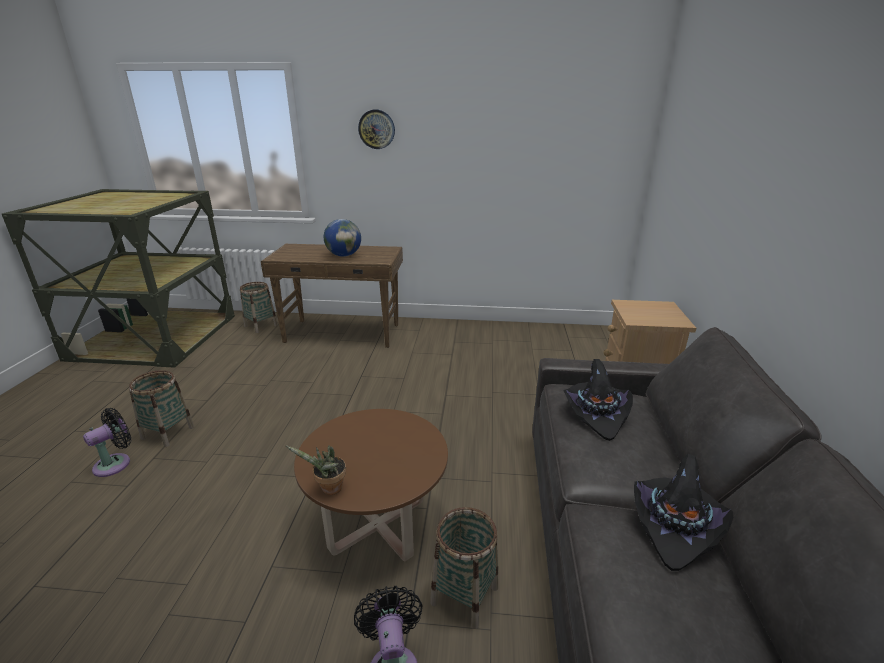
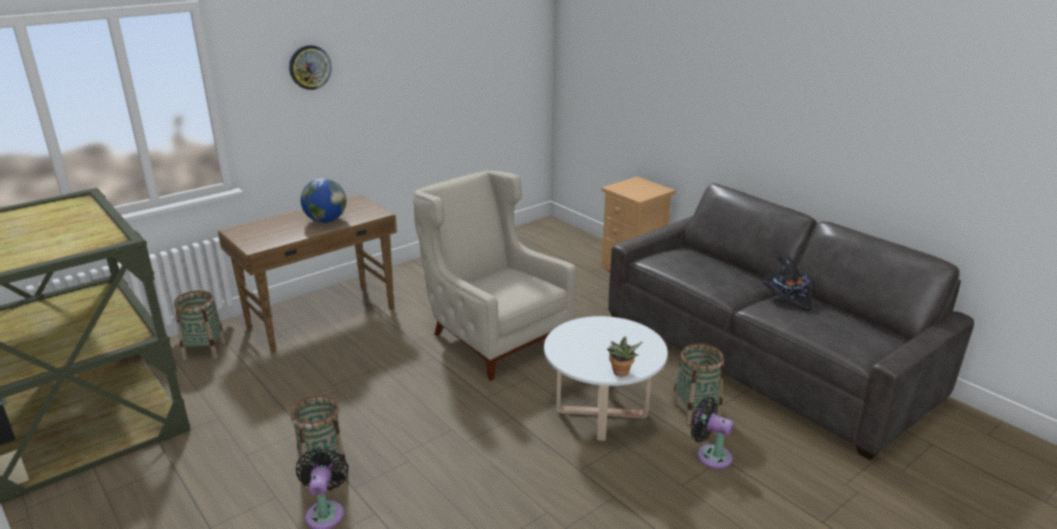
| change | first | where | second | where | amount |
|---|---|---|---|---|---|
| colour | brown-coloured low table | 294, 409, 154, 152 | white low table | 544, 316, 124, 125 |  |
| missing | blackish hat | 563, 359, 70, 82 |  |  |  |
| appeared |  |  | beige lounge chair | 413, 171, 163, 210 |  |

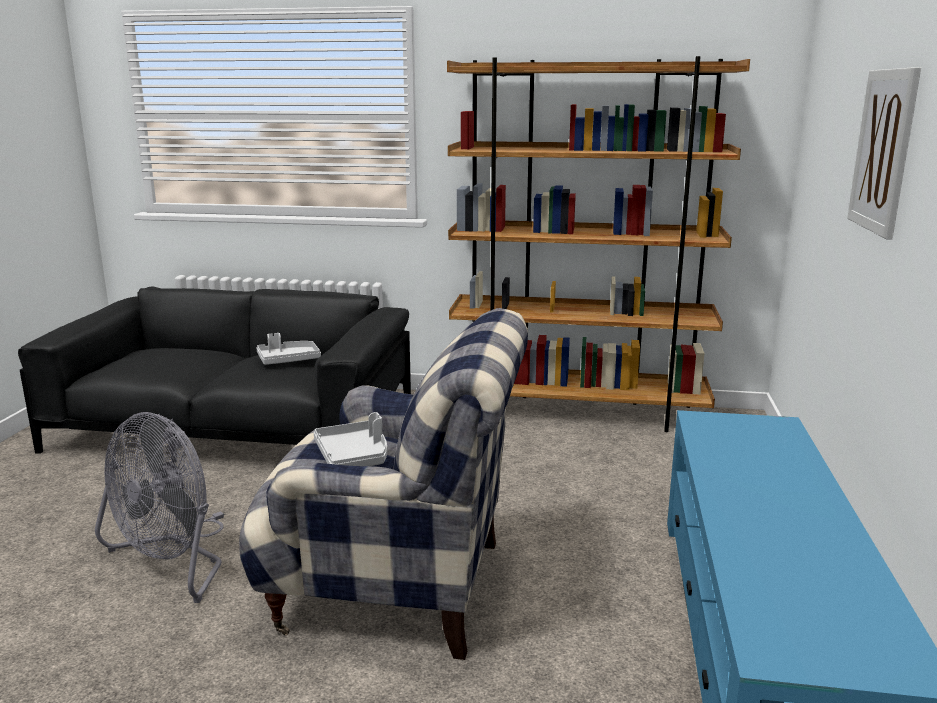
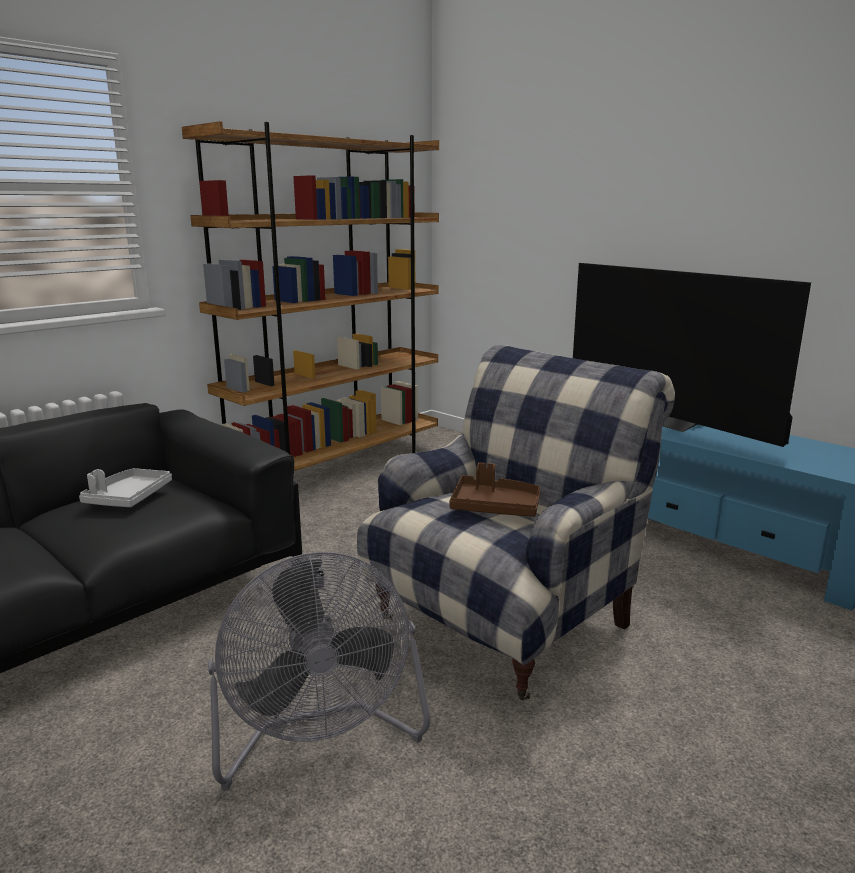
| change | first | where | second | where | amount |
|---|---|---|---|---|---|
| colour | greyish tray | 313, 412, 74, 54 | brown-coloured tray | 449, 463, 92, 54 |  |
| missing | picture | 847, 67, 74, 173 |  |  |  |
| appeared |  |  | television | 573, 263, 238, 184 |  |

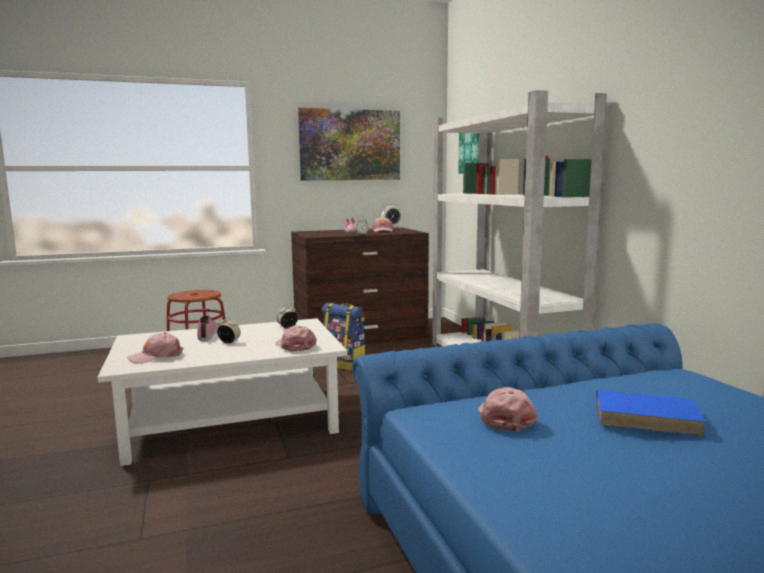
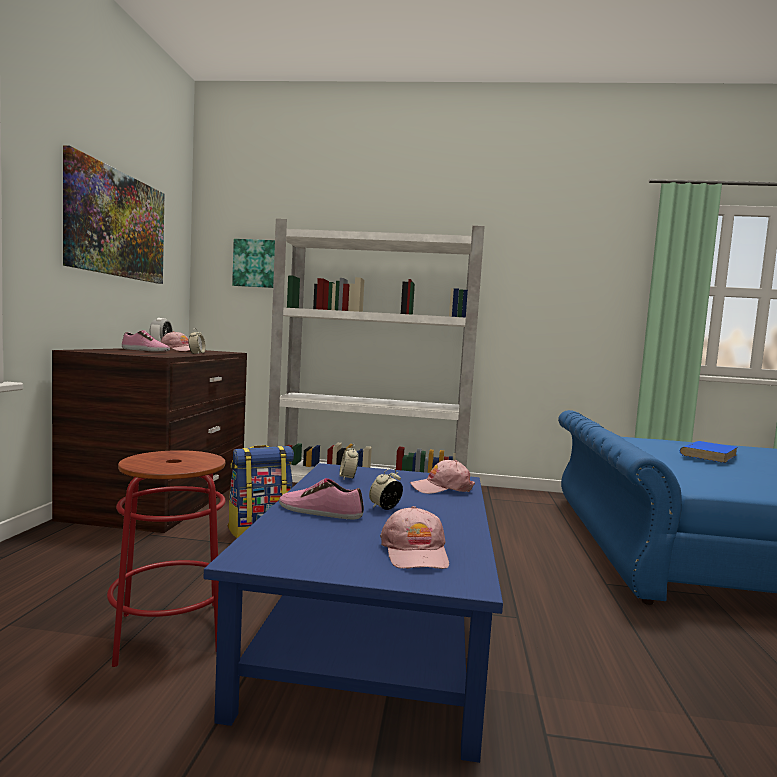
| change | first | where | second | where | amount |
|---|---|---|---|---|---|
| colour | white low table | 98, 318, 250, 148 | blue-coloured low table | 204, 463, 299, 300 |  |
| missing | pink-coloured cap | 478, 387, 60, 45 |  |  |  |

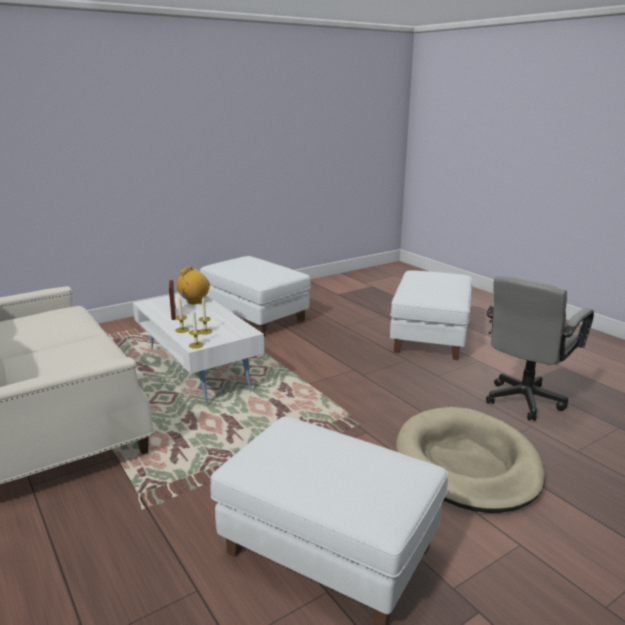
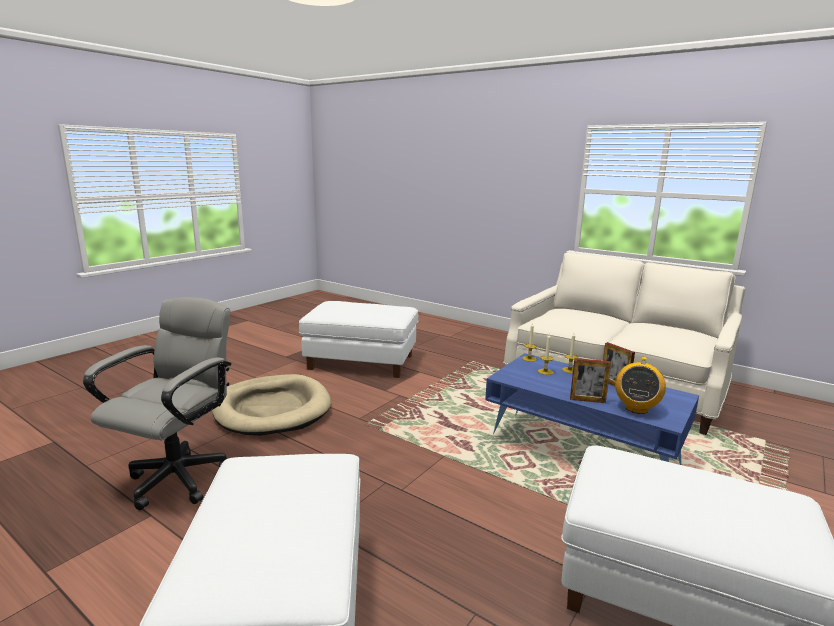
| change | first | where | second | where | amount |
|---|---|---|---|---|---|
| colour | white low table | 133, 294, 131, 112 | blue-coloured low table | 485, 353, 214, 112 |  |
| appeared |  |  | standing frame | 570, 358, 41, 45 |  |

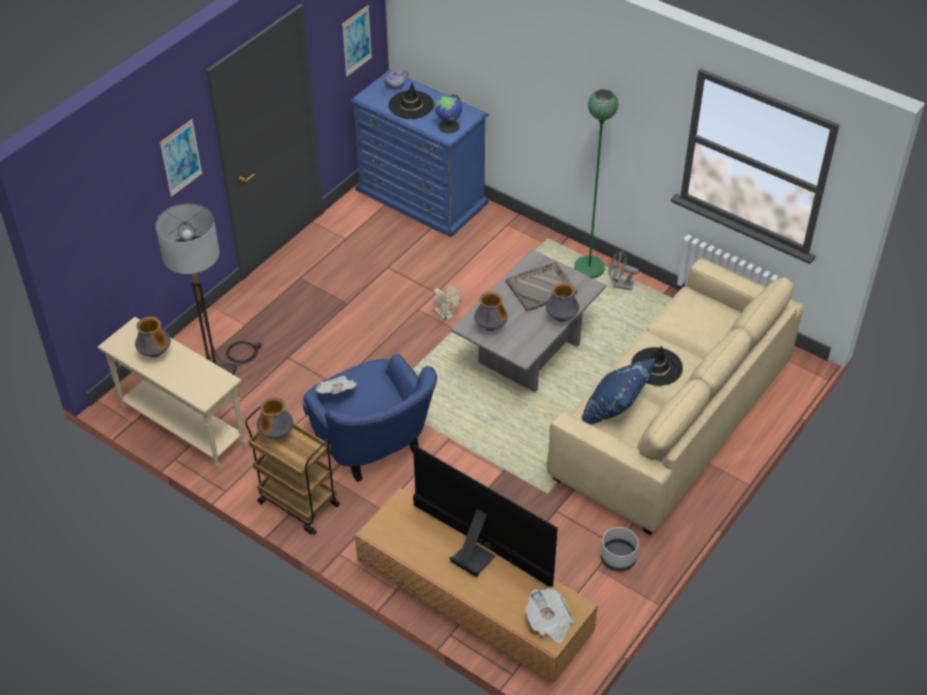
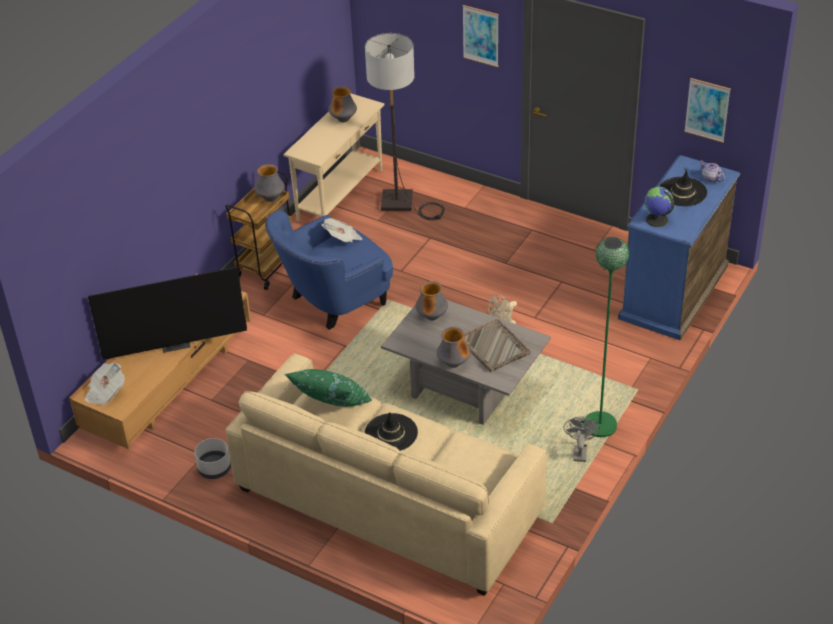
| change | first | where | second | where | amount |
|---|---|---|---|---|---|
| spun | television | 413, 445, 145, 142 |  | 88, 267, 159, 93 | 45 degrees clockwise |
| colour | blue-coloured pillow | 582, 358, 74, 67 | greenish pillow | 284, 369, 88, 38 |  |

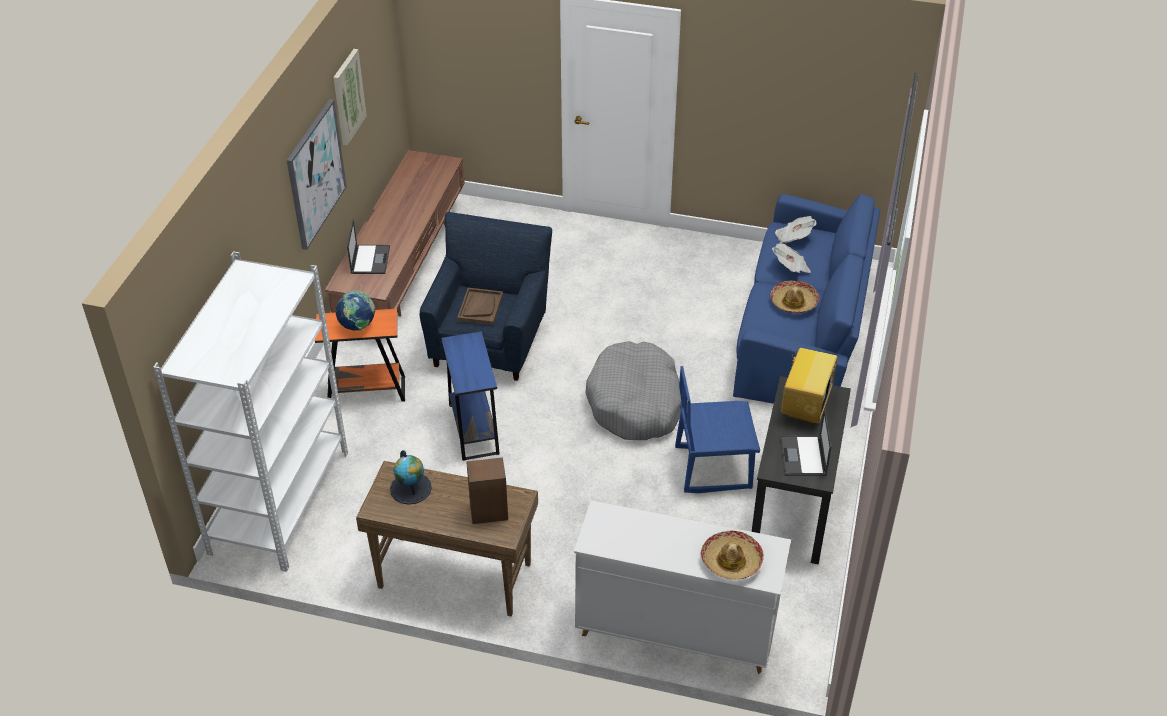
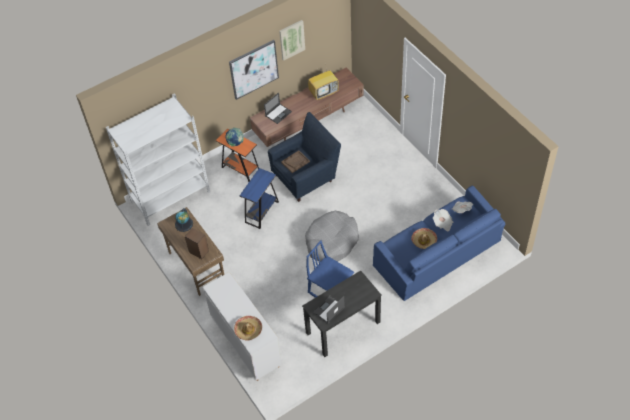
| change | first | where | second | where | amount |
|---|---|---|---|---|---|
| relocated | television | 781, 331, 57, 93 |  | 308, 69, 31, 31 |  |

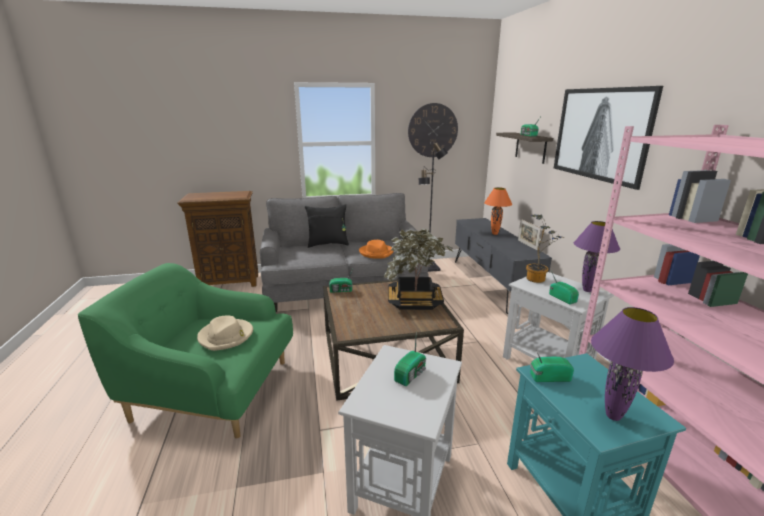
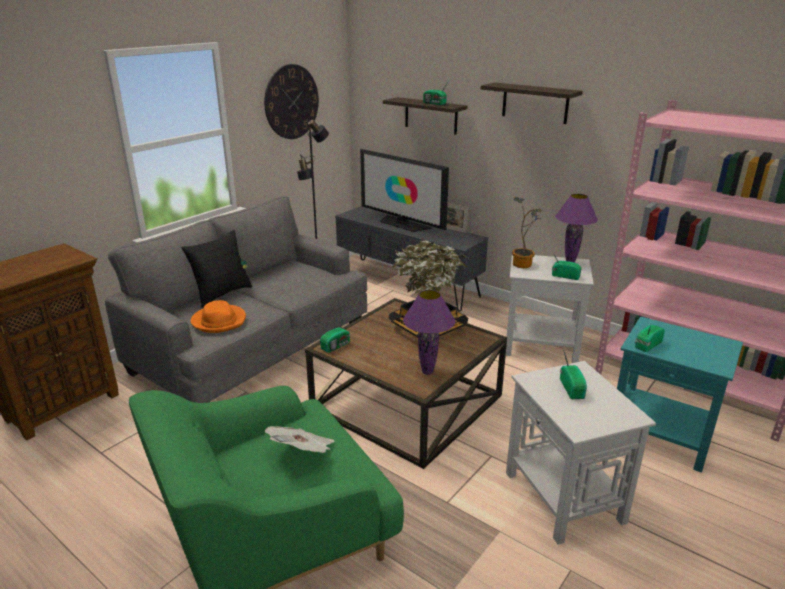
| change | first | where | second | where | amount |
|---|---|---|---|---|---|
| exchanged | beige hat | 197, 316, 56, 35 | printed paper | 265, 426, 69, 27 |  |
| relocated | orange-coloured hat | 359, 240, 35, 19 |  | 191, 300, 55, 33 |  |
| exchanged | orange-coloured tabletop lamp | 484, 187, 28, 48 | television | 360, 149, 89, 83 |  |
| exchanged | picture | 554, 86, 109, 104 | bracket shelf | 481, 83, 102, 41 |  |
| relocated | purplish tabletop lamp | 591, 307, 83, 114 |  | 403, 290, 52, 85 |  |

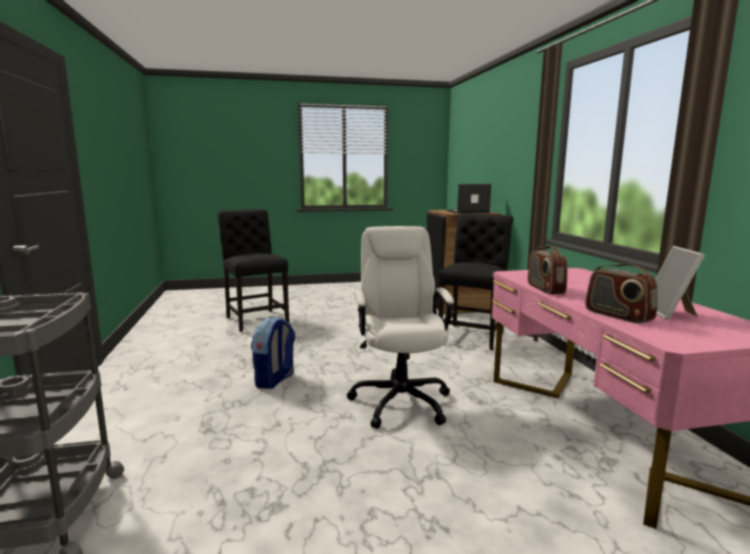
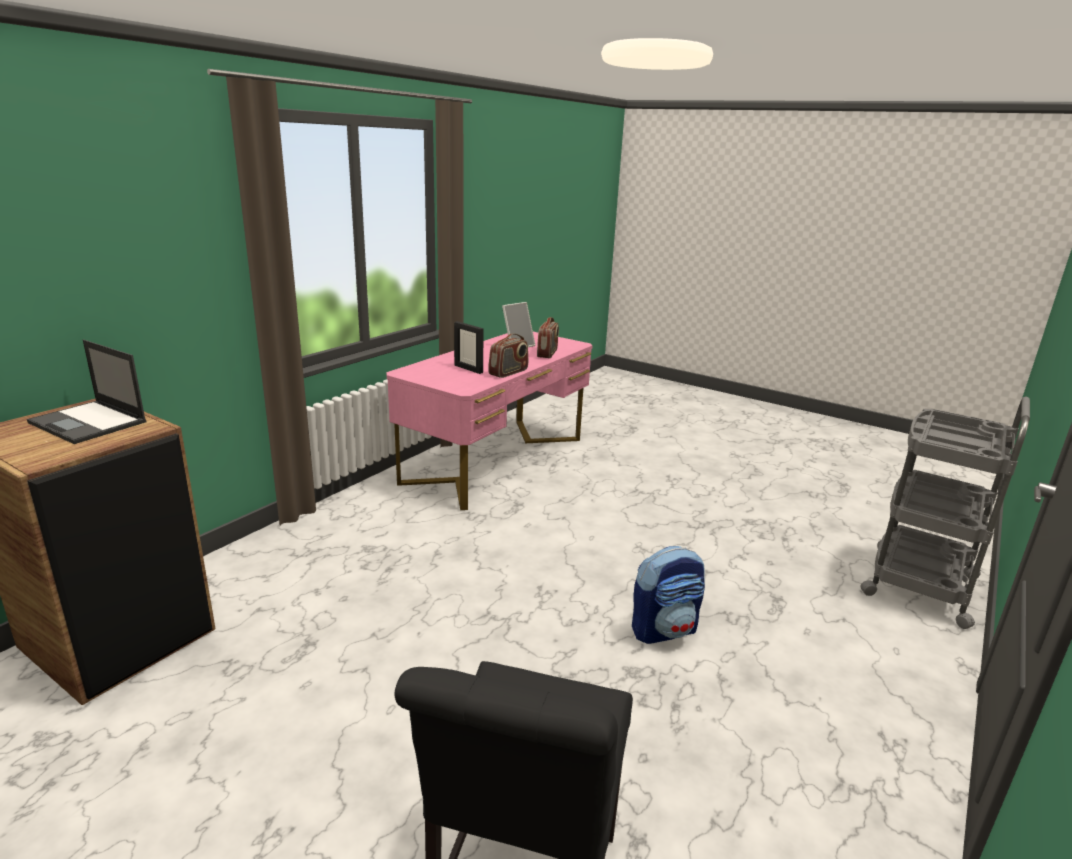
| change | first | where | second | where | amount |
|---|---|---|---|---|---|
| missing | white office chair | 347, 226, 107, 203 |  |  |  |
| missing | blackish upright chair | 438, 213, 75, 138 |  |  |  |
| appeared |  |  | standing frame | 454, 321, 30, 53 |  |

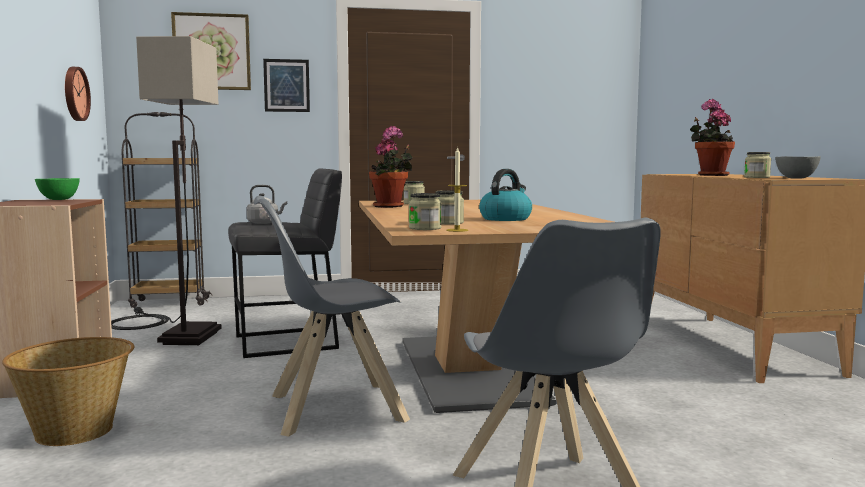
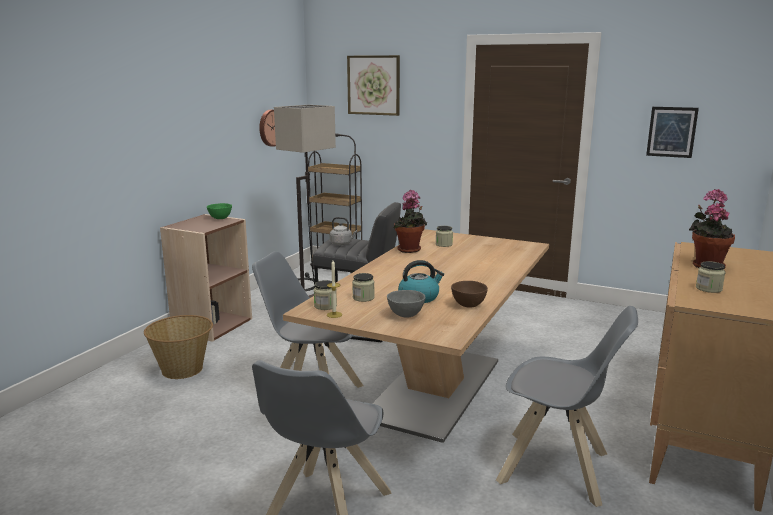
| change | first | where | second | where | amount |
|---|---|---|---|---|---|
| relocated | picture | 263, 59, 47, 53 |  | 646, 107, 53, 51 |  |
| relocated | greyish bowl | 775, 156, 46, 23 |  | 387, 290, 38, 28 |  |
| appeared |  |  | brown-coloured bowl | 451, 281, 37, 27 |  |
| appeared |  |  | greyish upright chair | 496, 306, 142, 201 |  |

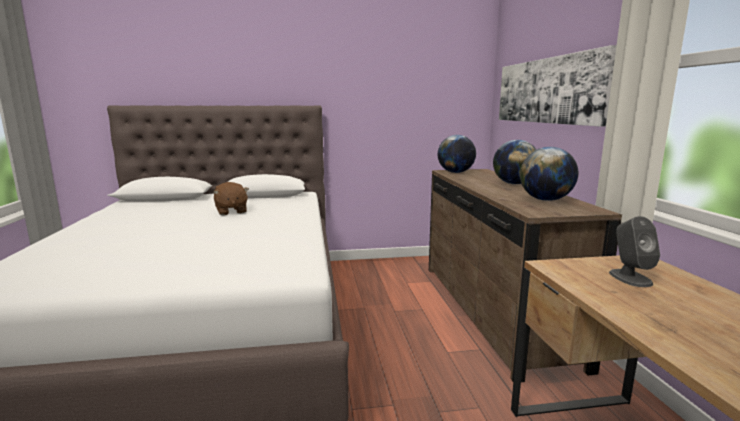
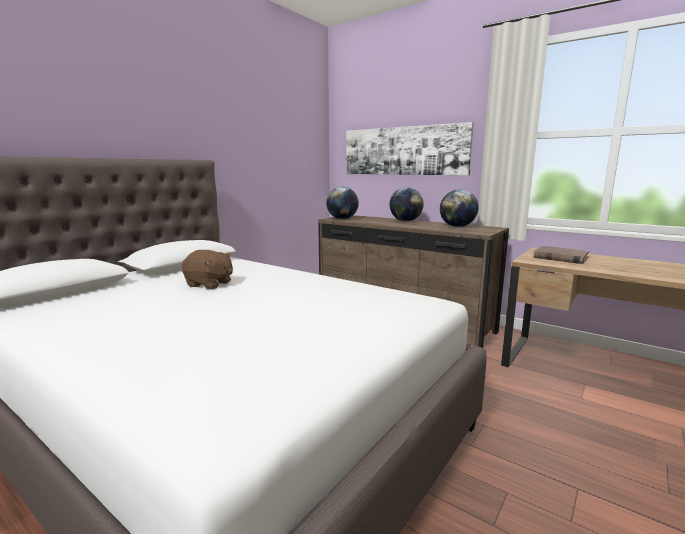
| change | first | where | second | where | amount |
|---|---|---|---|---|---|
| exchanged | greyish speaker | 609, 216, 51, 71 | brown-coloured bound book | 534, 246, 55, 18 |  |

